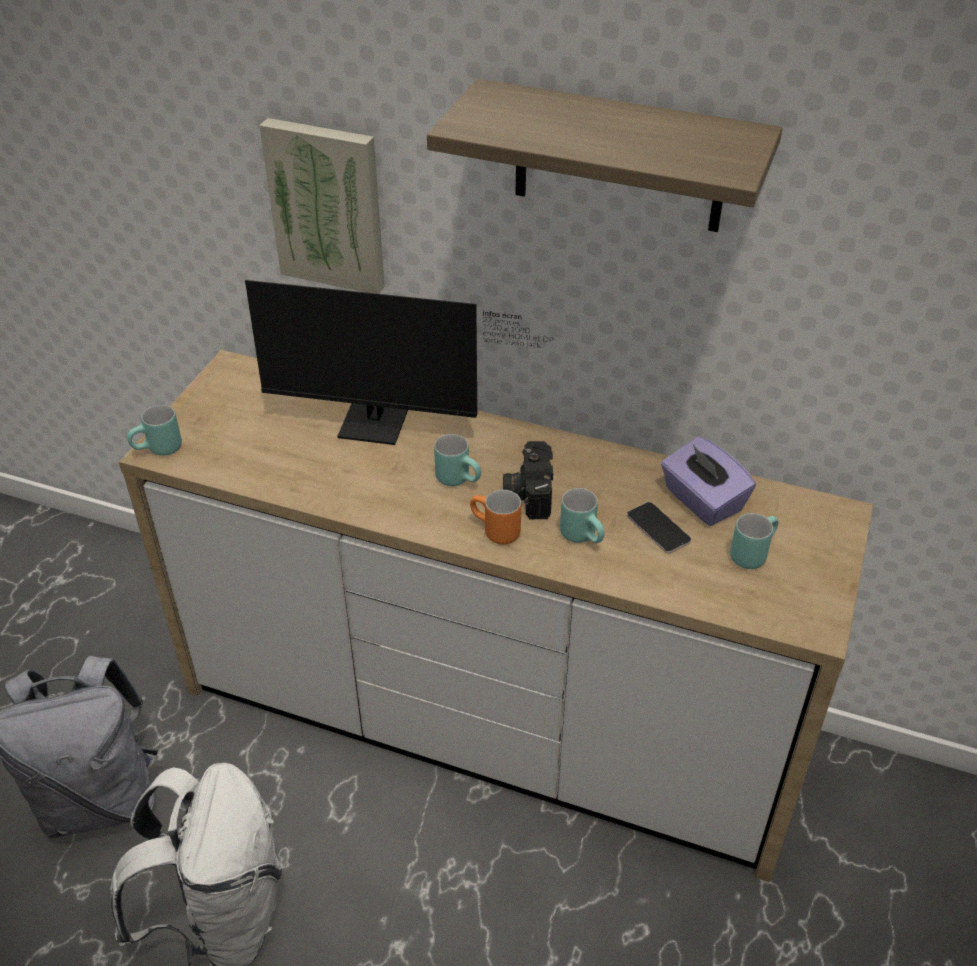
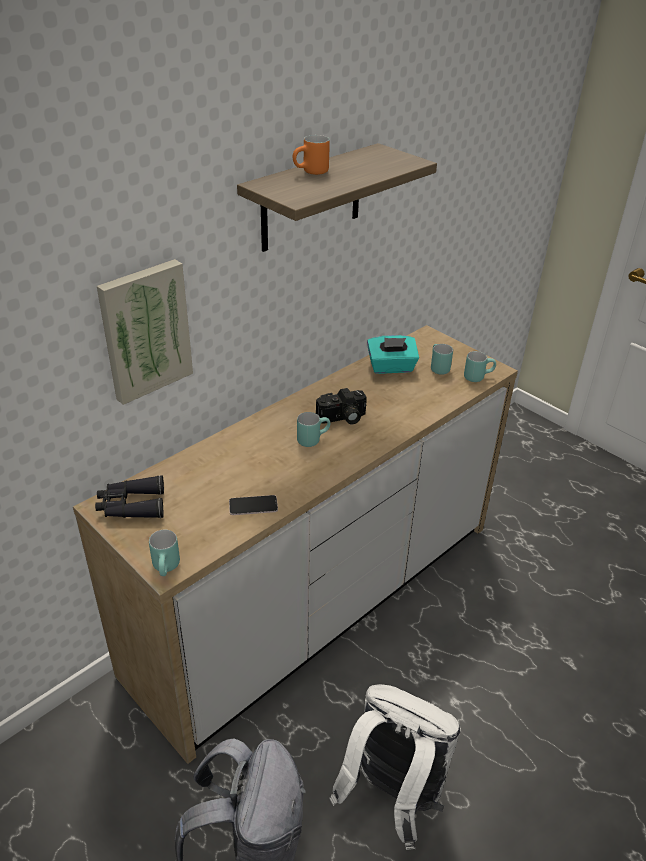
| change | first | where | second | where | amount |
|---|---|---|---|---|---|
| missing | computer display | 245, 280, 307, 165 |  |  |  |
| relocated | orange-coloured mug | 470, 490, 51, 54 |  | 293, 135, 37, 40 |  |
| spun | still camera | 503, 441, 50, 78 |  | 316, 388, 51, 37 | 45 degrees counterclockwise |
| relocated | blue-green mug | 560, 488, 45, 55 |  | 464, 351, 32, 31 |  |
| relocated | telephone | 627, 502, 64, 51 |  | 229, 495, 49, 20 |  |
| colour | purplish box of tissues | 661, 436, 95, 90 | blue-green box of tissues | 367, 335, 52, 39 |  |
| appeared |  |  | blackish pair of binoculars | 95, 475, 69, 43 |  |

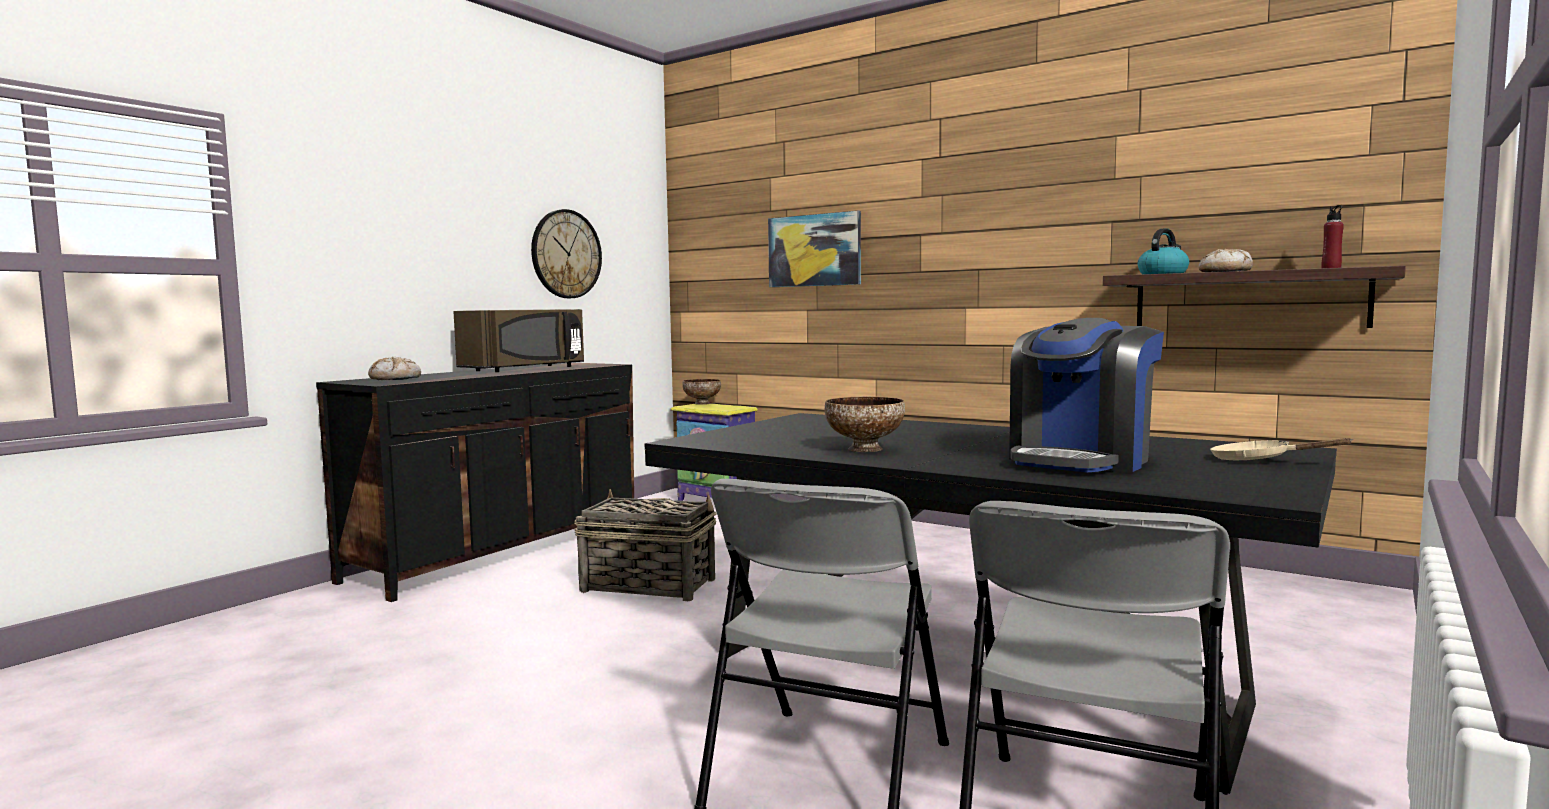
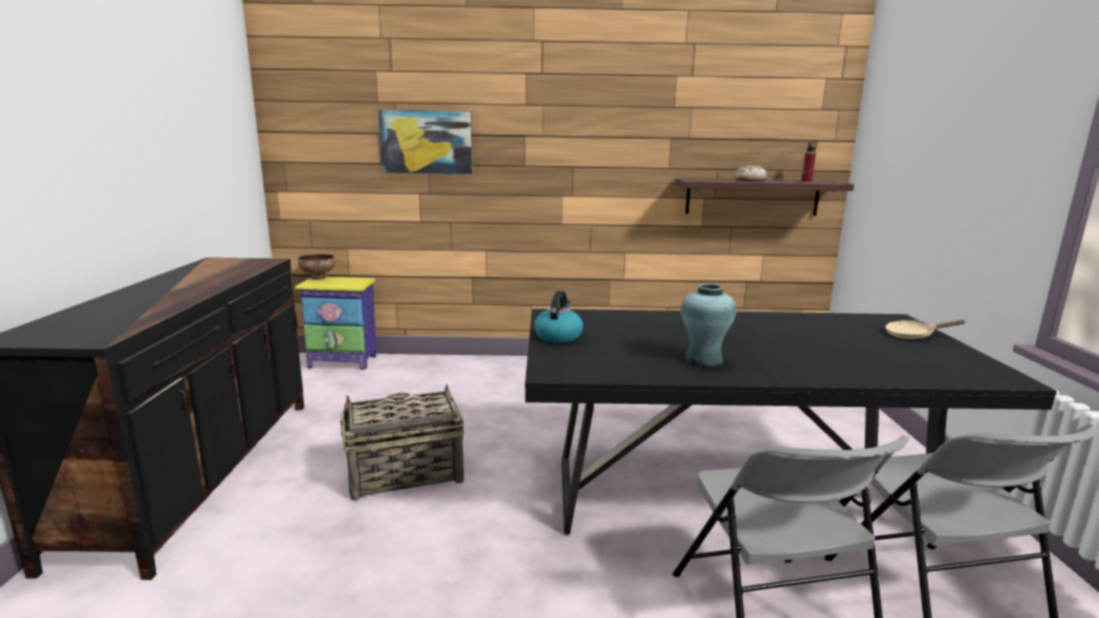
| change | first | where | second | where | amount |
|---|---|---|---|---|---|
| missing | baked bread | 368, 357, 53, 23 |  |  |  |
| missing | brown-coloured microwave oven | 453, 309, 131, 63 |  |  |  |
| missing | wall clock | 531, 209, 71, 89 |  |  |  |
| exchanged | bowl | 825, 396, 80, 56 | blue-green flower vase | 681, 283, 55, 84 |  |
| missing | coffee brewer | 1009, 318, 155, 154 |  |  |  |
| relocated | kettle | 1138, 228, 51, 46 |  | 534, 291, 49, 52 |  |

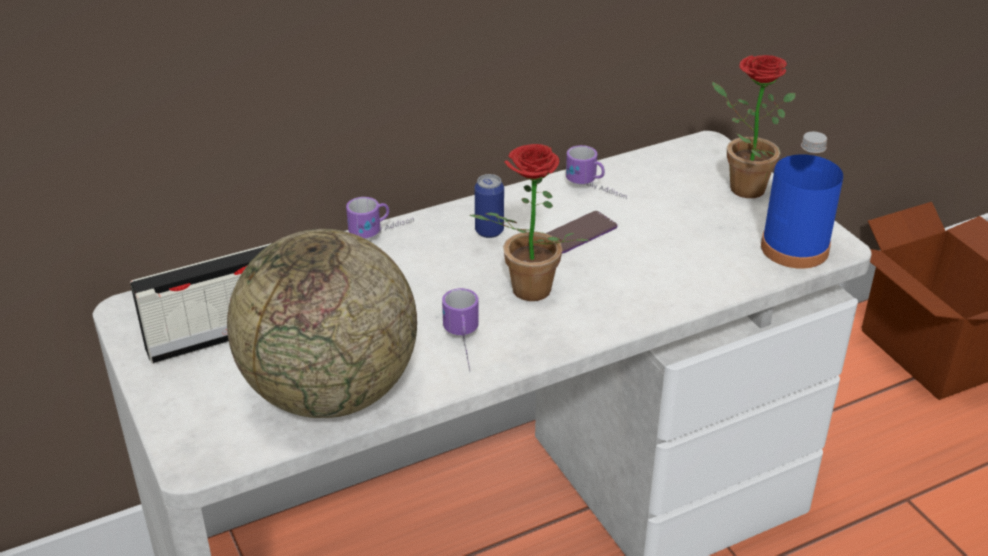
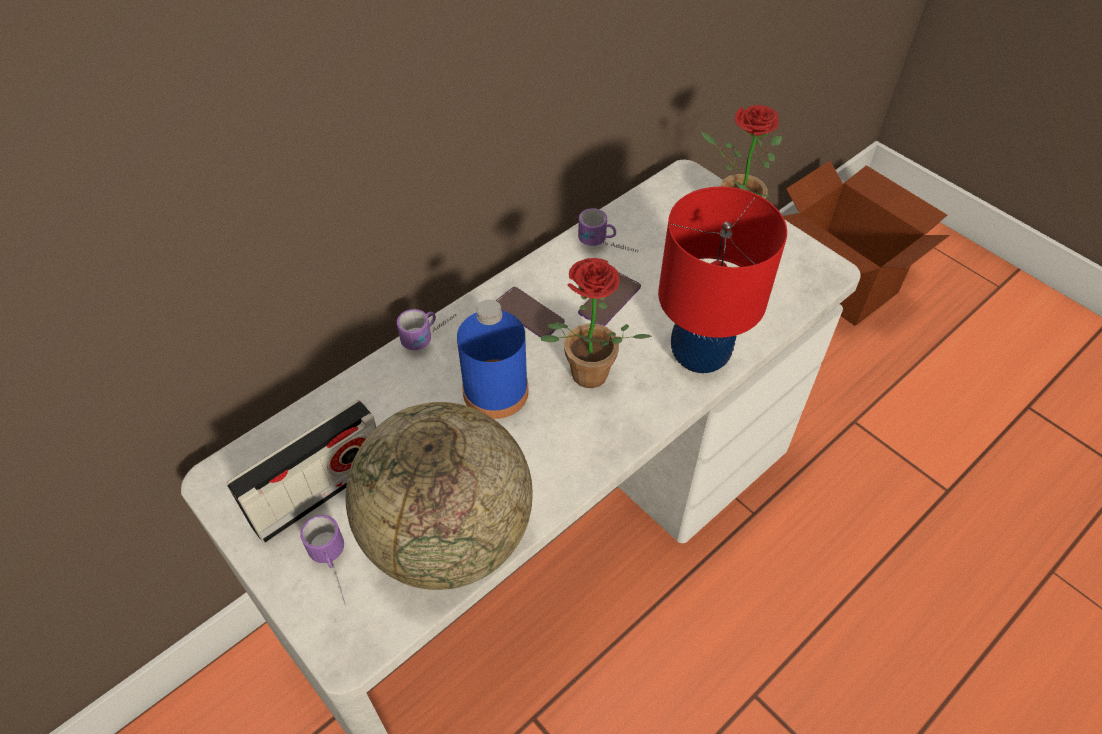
| change | first | where | second | where | amount |
|---|---|---|---|---|---|
| relocated | mug | 442, 288, 37, 83 |  | 300, 515, 46, 91 |  |
| exchanged | sealed can | 475, 174, 29, 64 | telephone | 496, 287, 69, 51 |  |
| relocated | blue-coloured bottle | 761, 132, 82, 137 |  | 457, 299, 72, 120 |  |
| appeared |  |  | red tabletop lamp | 658, 187, 129, 186 |  |

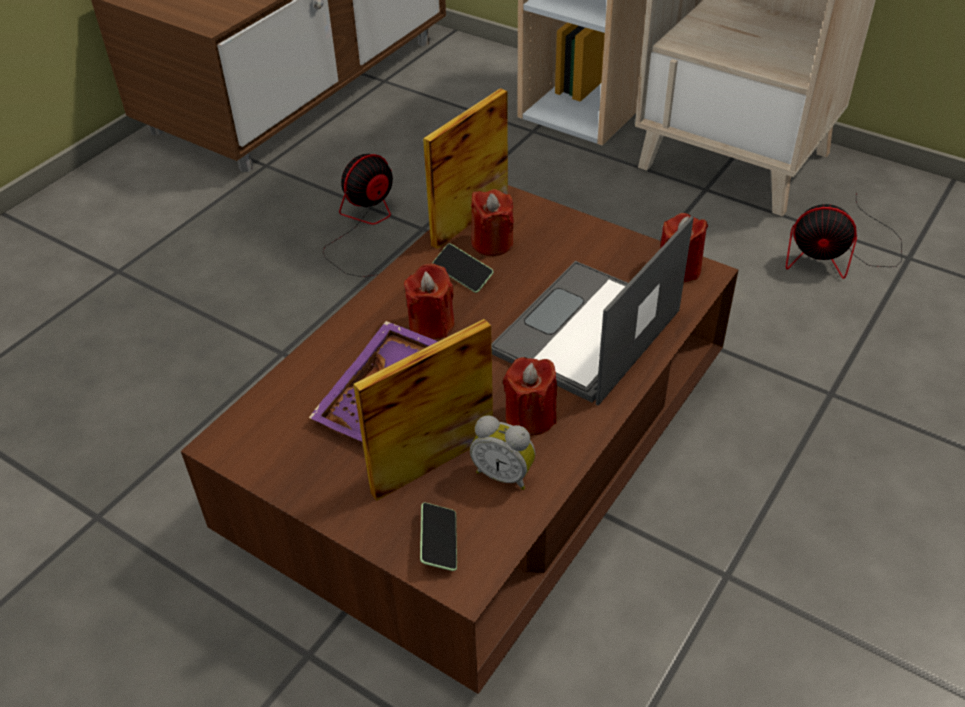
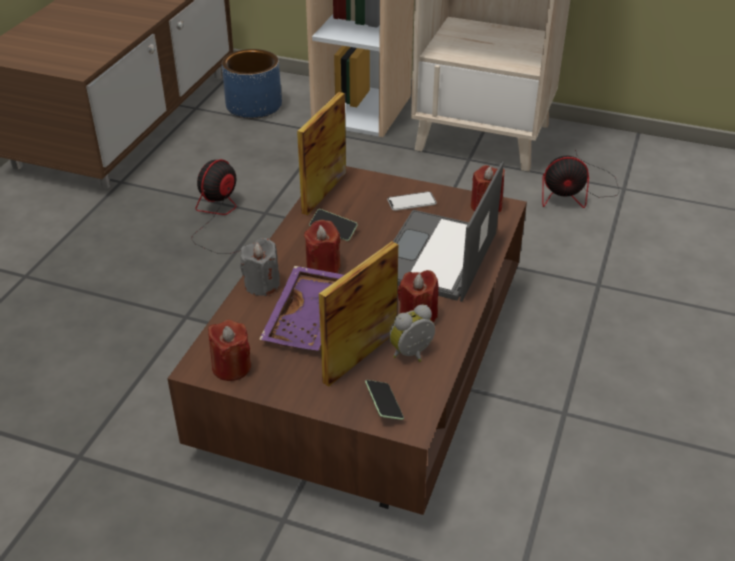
| change | first | where | second | where | amount |
|---|---|---|---|---|---|
| spun | bedside clock | 470, 415, 65, 75 |  | 389, 305, 46, 57 | 135 degrees clockwise |
| relocated | red candle | 471, 189, 43, 67 |  | 208, 320, 43, 61 |  |
| appeared |  |  | blue-coloured plant pot | 222, 49, 60, 70 |  |
| appeared |  |  | greyish candle | 240, 238, 40, 58 |  |
| appeared |  |  | telephone | 387, 191, 50, 20 |  |

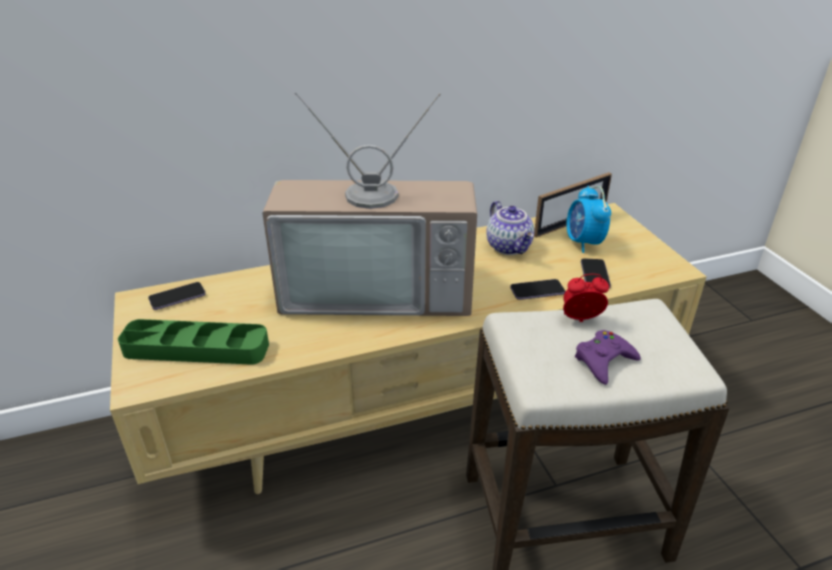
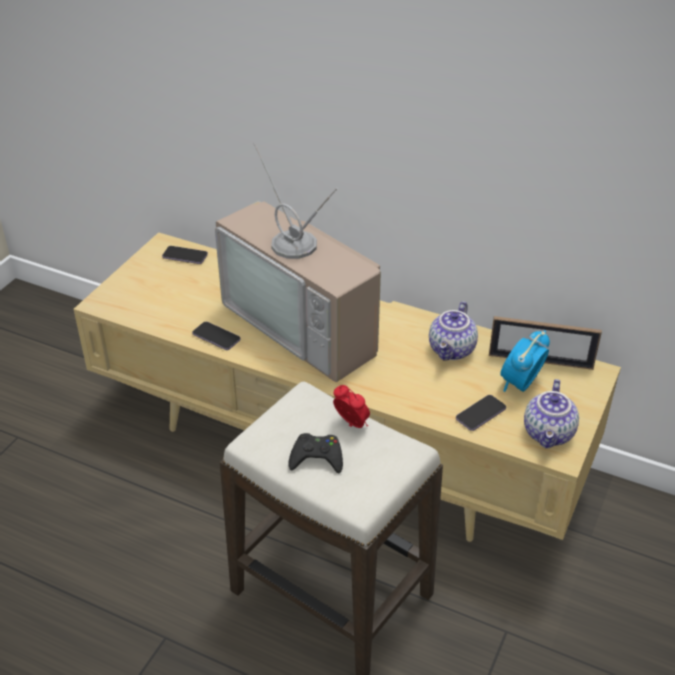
| change | first | where | second | where | amount |
|---|---|---|---|---|---|
| missing | greenish tray | 118, 319, 151, 46 |  |  |  |
| relocated | telephone | 510, 279, 55, 21 |  | 192, 322, 49, 28 |  |
| colour | purplish joypad | 575, 330, 66, 55 | blackish joypad | 288, 433, 55, 41 |  |
| appeared |  |  | tea pot | 524, 379, 55, 69 |  |

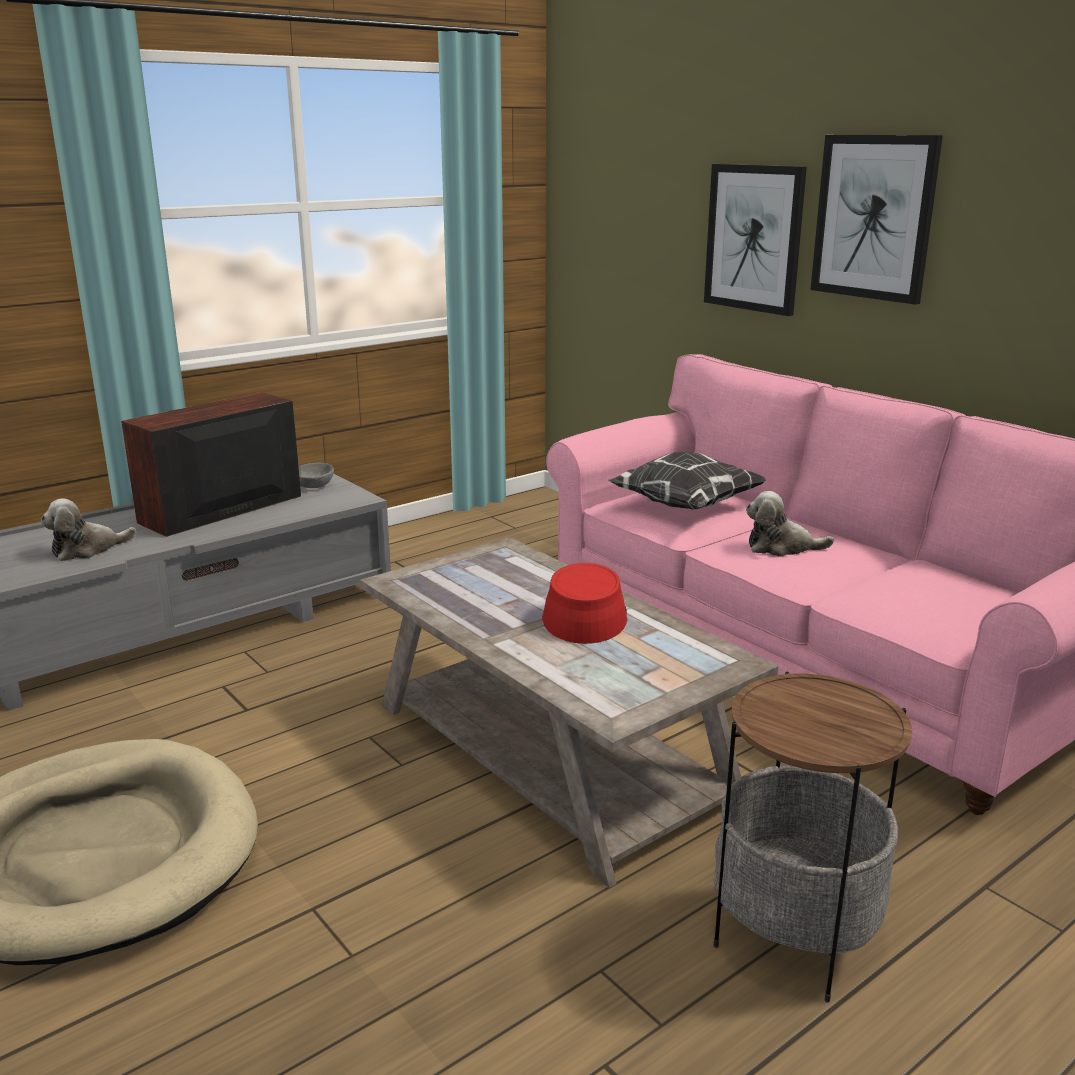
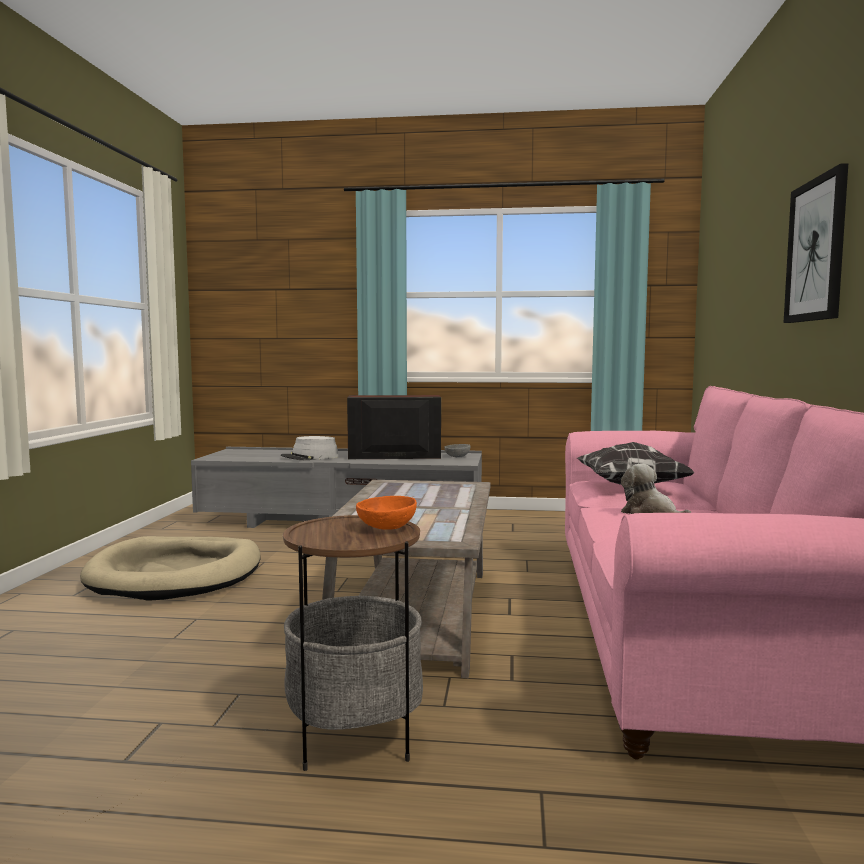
| change | first | where | second | where | amount |
|---|---|---|---|---|---|
| exchanged | plush toy | 41, 498, 95, 63 | greyish hat | 281, 436, 58, 24 |  |
| missing | red hat | 542, 563, 86, 81 |  |  |  |
| missing | picture | 704, 164, 103, 152 |  |  |  |
| appeared |  |  | orange-coloured bowl | 356, 496, 61, 34 |  |

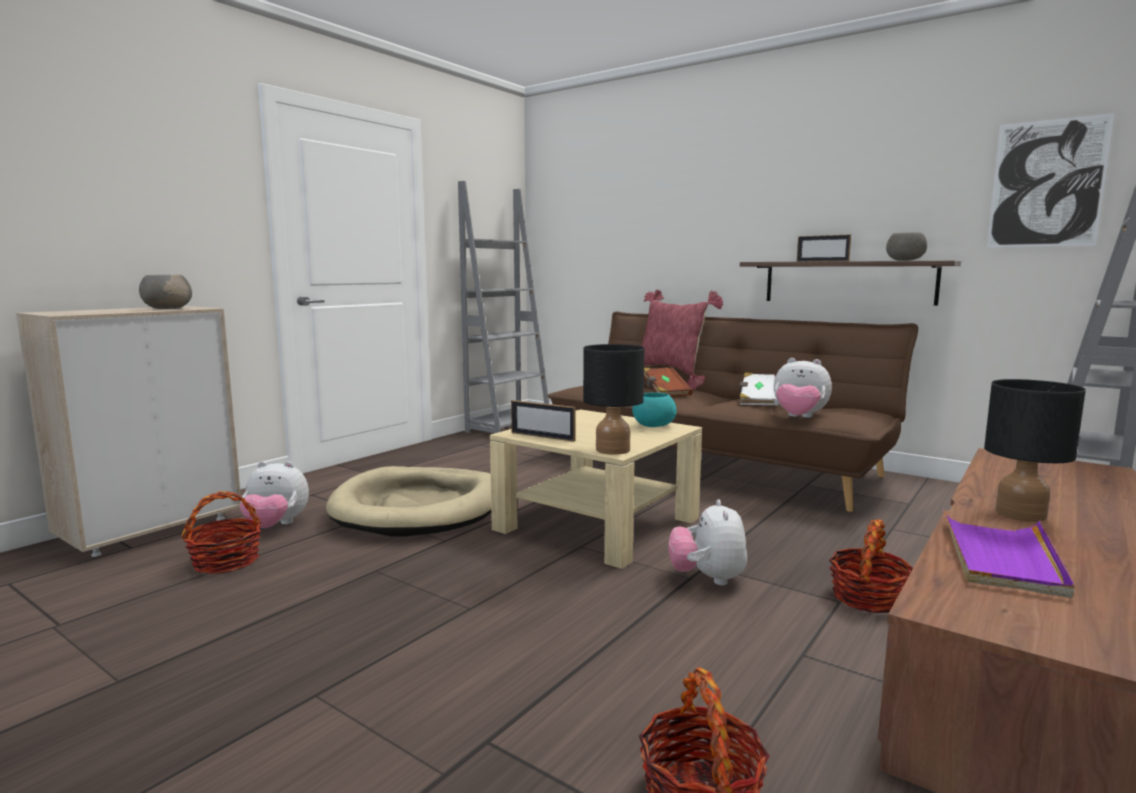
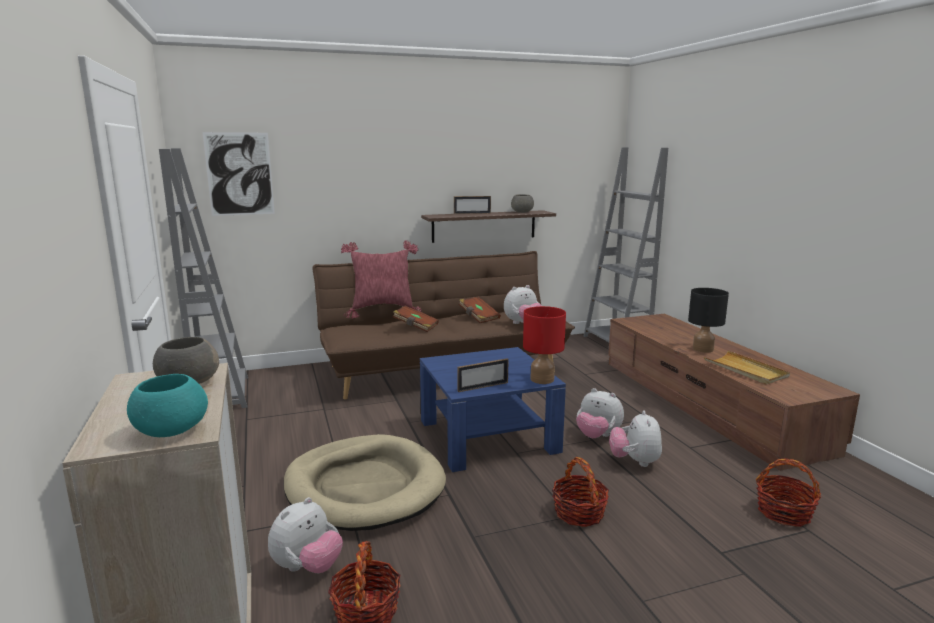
| change | first | where | second | where | amount |
|---|---|---|---|---|---|
| colour | beige low table | 490, 409, 212, 160 | blue-coloured low table | 420, 347, 146, 125 |  |
| colour | blackish tabletop lamp | 583, 344, 62, 110 | red tabletop lamp | 523, 306, 43, 78 |  |
| relocated | blue-green bowl | 632, 392, 45, 35 |  | 127, 374, 81, 63 |  |
| colour | white bound book | 739, 373, 40, 33 | brown-coloured bound book | 459, 297, 42, 26 |  |
| relocated | basket | 829, 519, 84, 94 |  | 552, 457, 57, 70 |  |
| colour | purplish tray | 943, 509, 131, 89 | beige tray | 704, 351, 86, 34 |  |
| relocated | picture | 987, 113, 127, 135 |  | 202, 132, 73, 84 |  |
| appeared |  |  | plush toy | 609, 411, 53, 56 |  |

